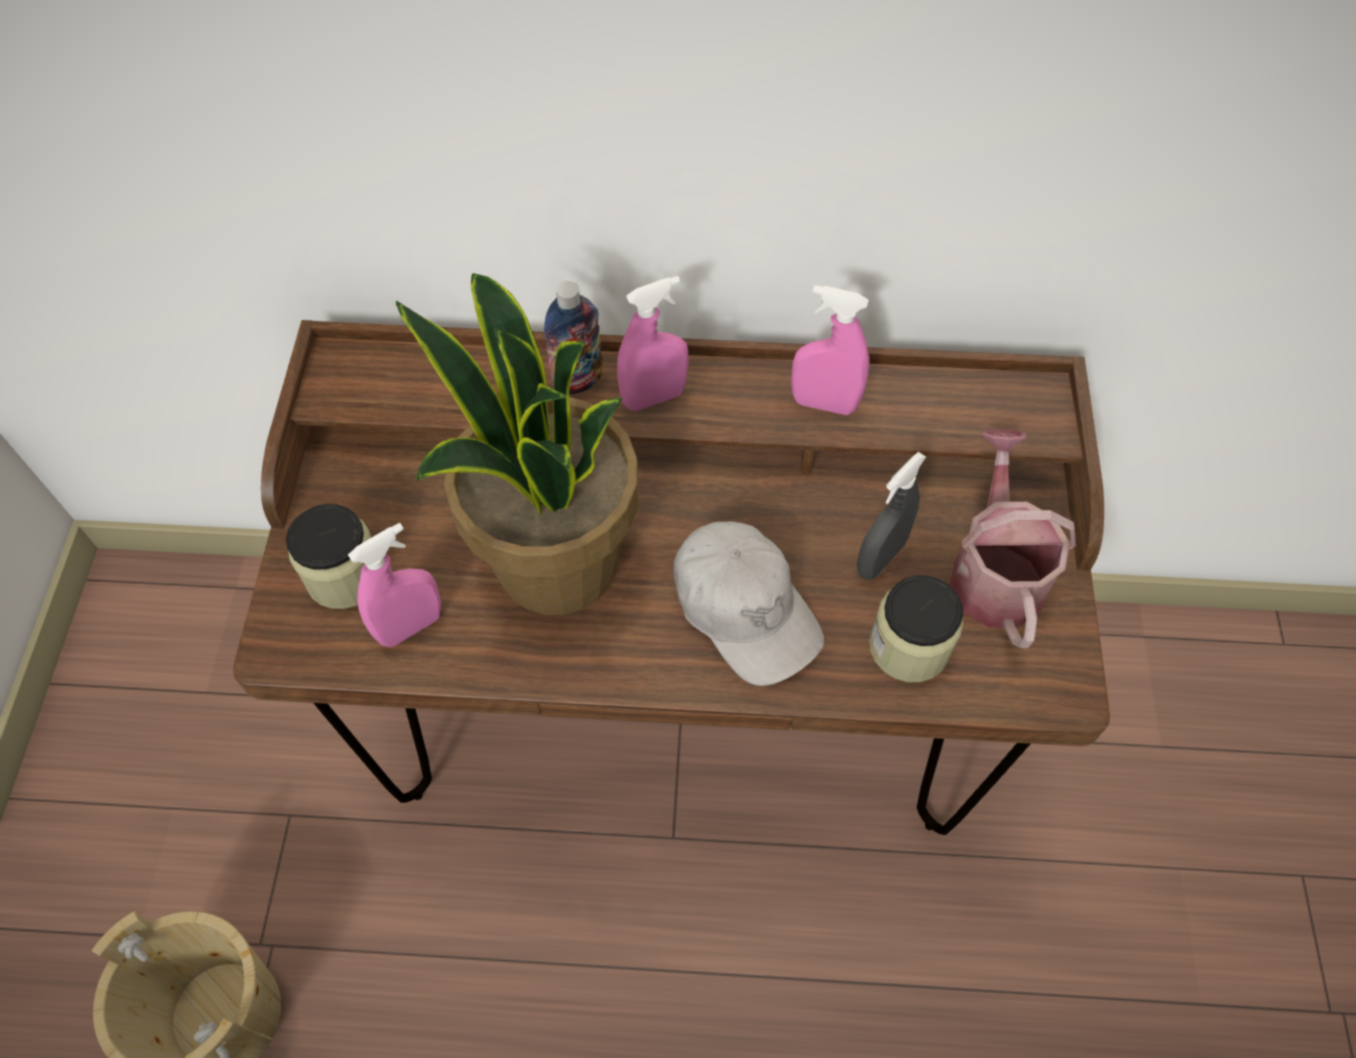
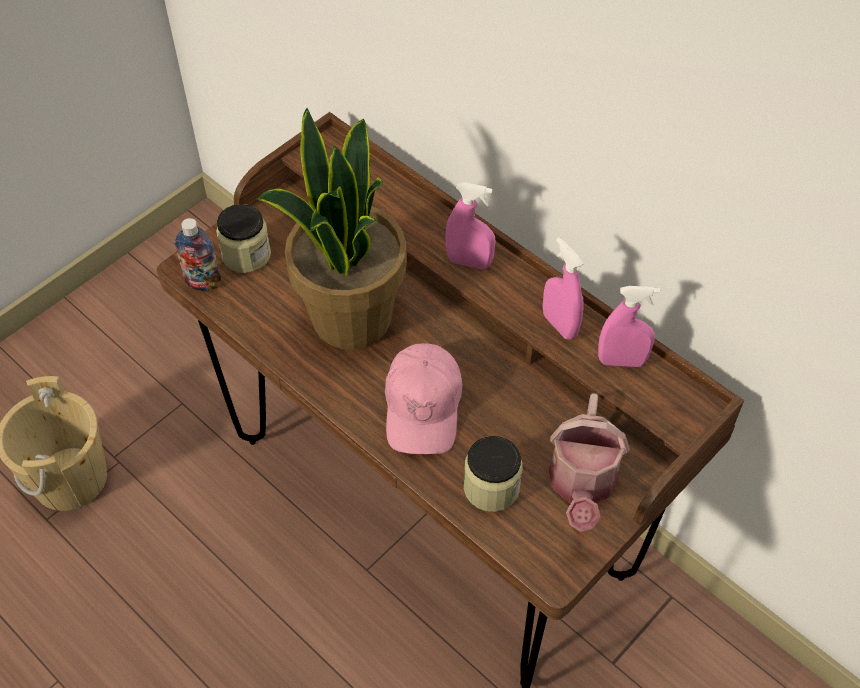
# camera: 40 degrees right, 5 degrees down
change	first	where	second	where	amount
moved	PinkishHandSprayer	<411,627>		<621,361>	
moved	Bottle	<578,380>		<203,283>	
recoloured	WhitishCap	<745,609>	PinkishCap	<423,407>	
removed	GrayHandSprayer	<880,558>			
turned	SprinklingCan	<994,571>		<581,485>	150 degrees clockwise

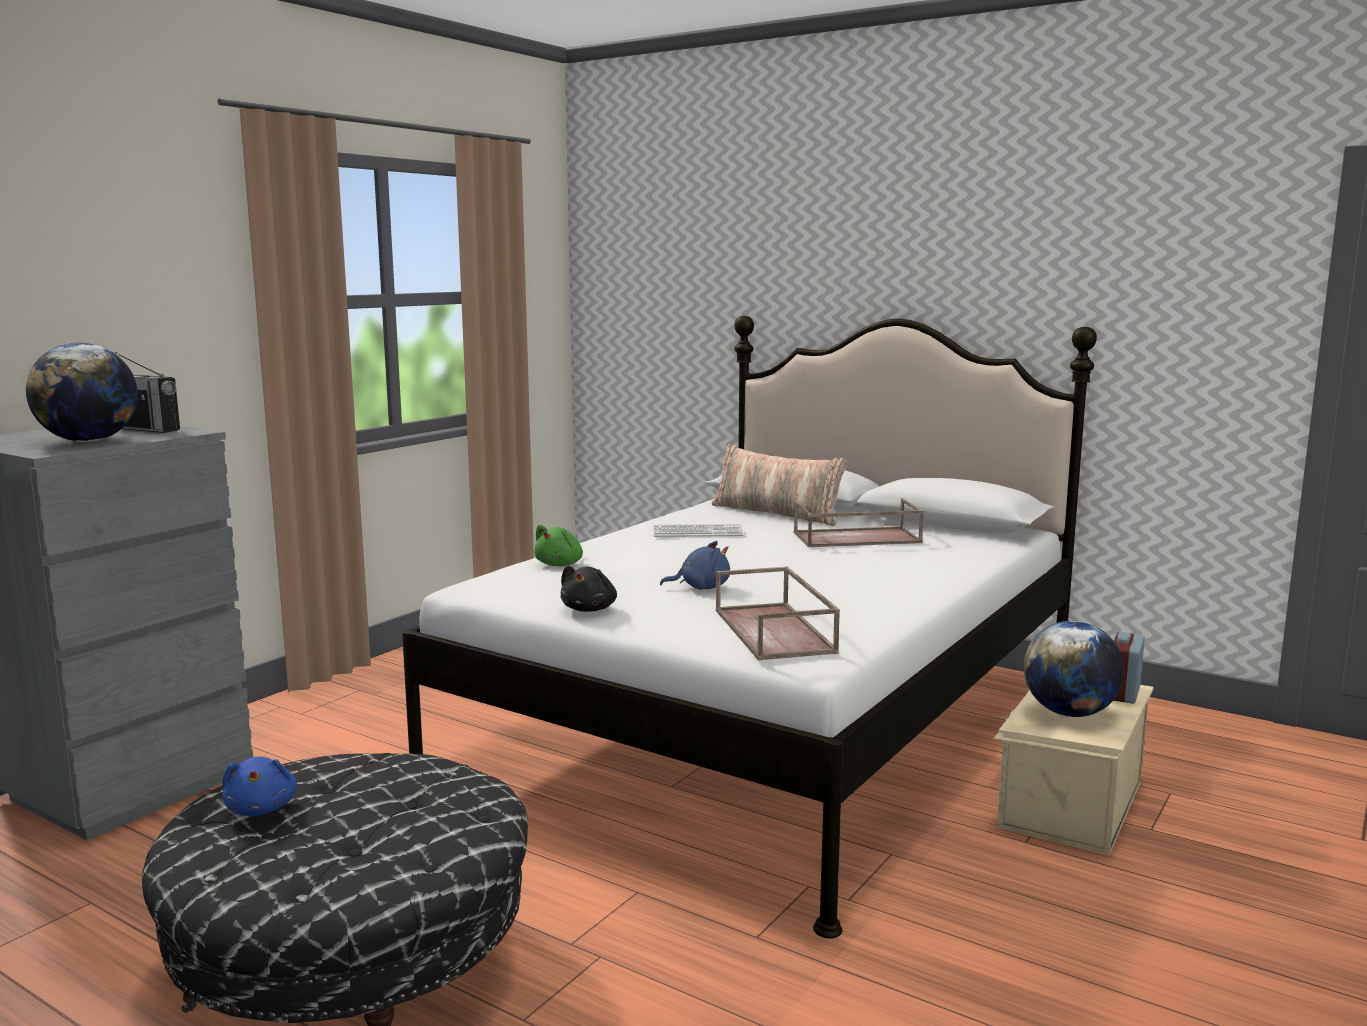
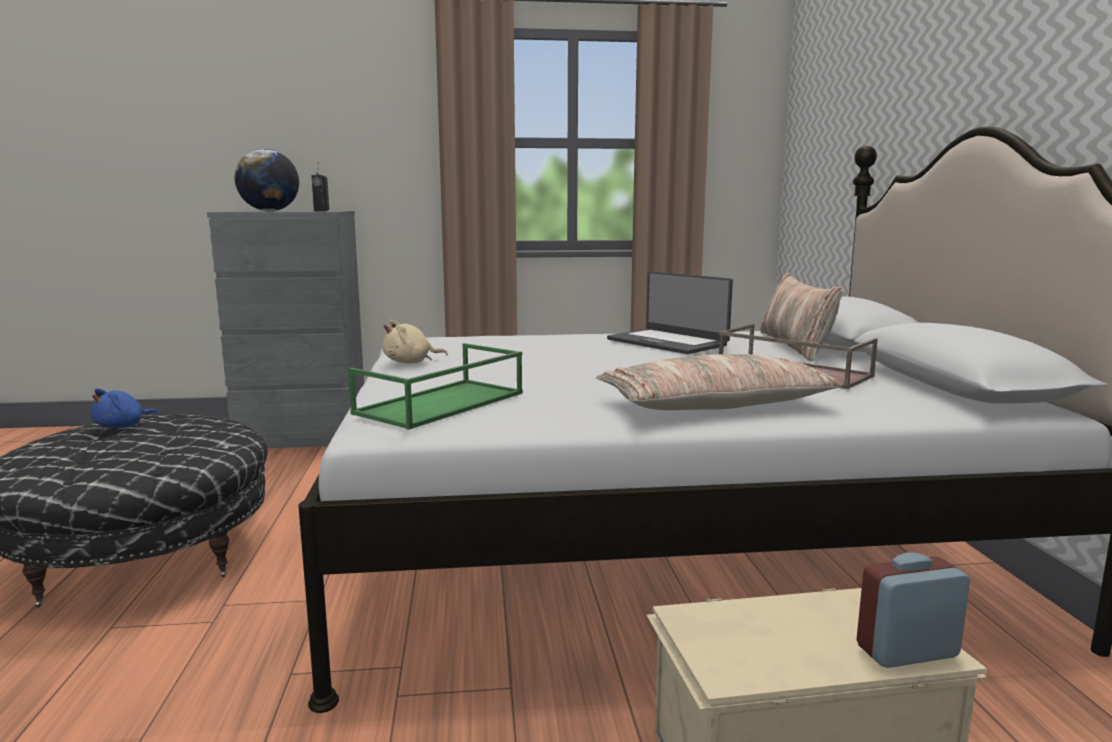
# camera: 50 degrees right, 0 degrees up
change	first	where	second	where	amount
removed	GreenColouredCuddlyToy	<561,564>			
recoloured	BlackishCuddlyToy	<590,609>	SandColouredCuddlyToy	<411,362>	
replaced	PcKeyboard	<697,532>	NotebookComputer	<668,342>	
removed	BlueColouredCuddlyToy	<701,587>			
recoloured	BrownColouredTray	<776,631>	GreenColouredTray	<441,404>	
removed	Globe	<1069,713>			
added			Pillow	<717,406>	

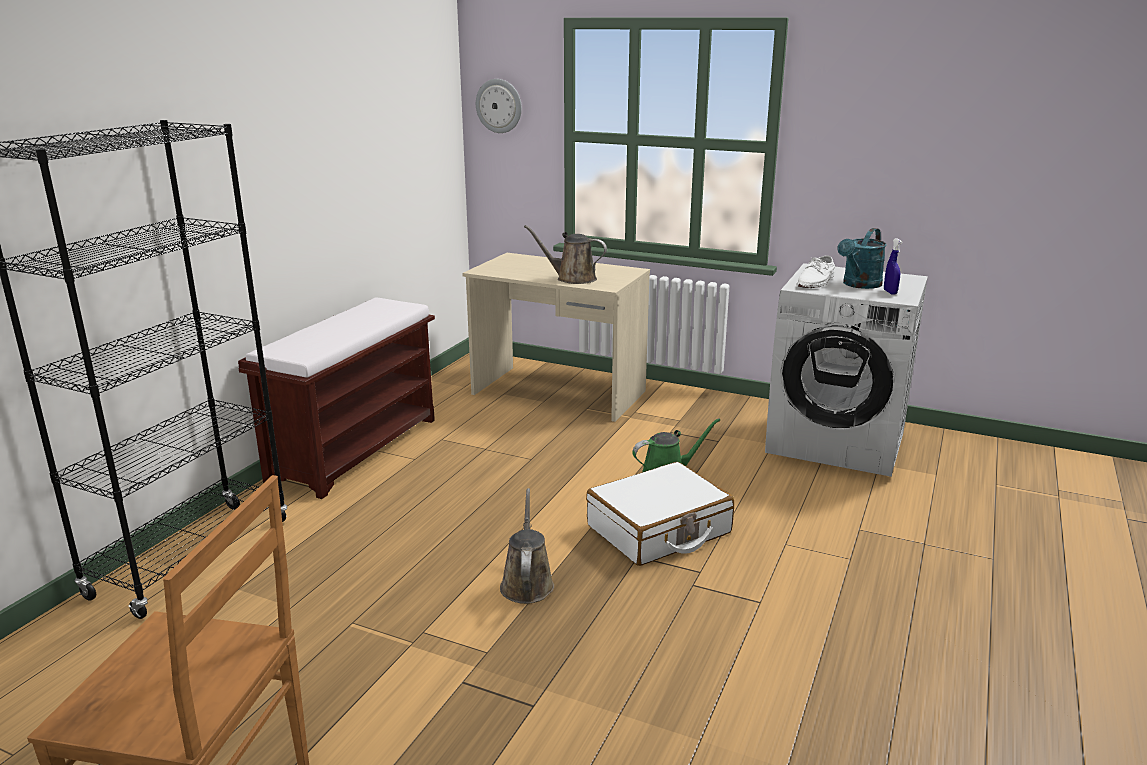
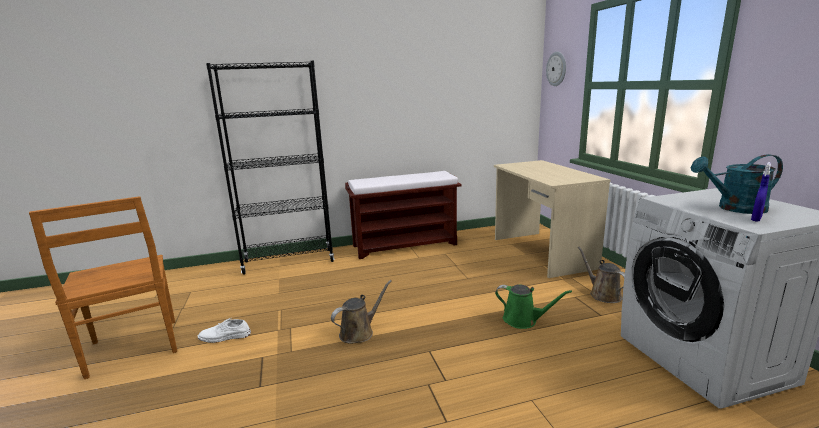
# camera: 50 degrees right, 5 degrees down
change	first	where	second	where	amount
moved	BrownColouredSprinklingCan	<572,278>		<603,294>	
removed	WhitishTravelCase	<659,530>			
moved	WhitishLowShoe	<816,281>		<224,336>	

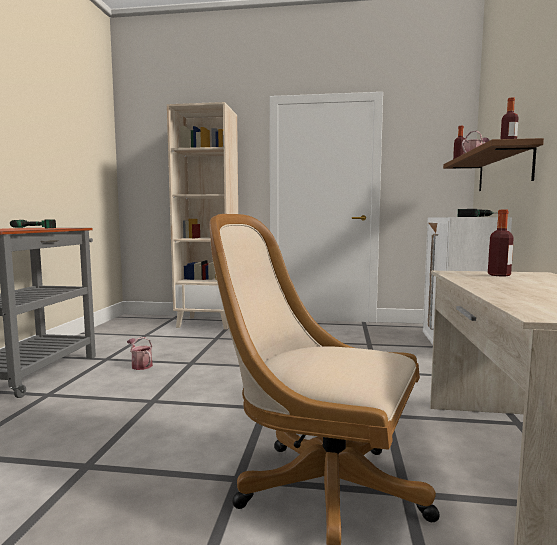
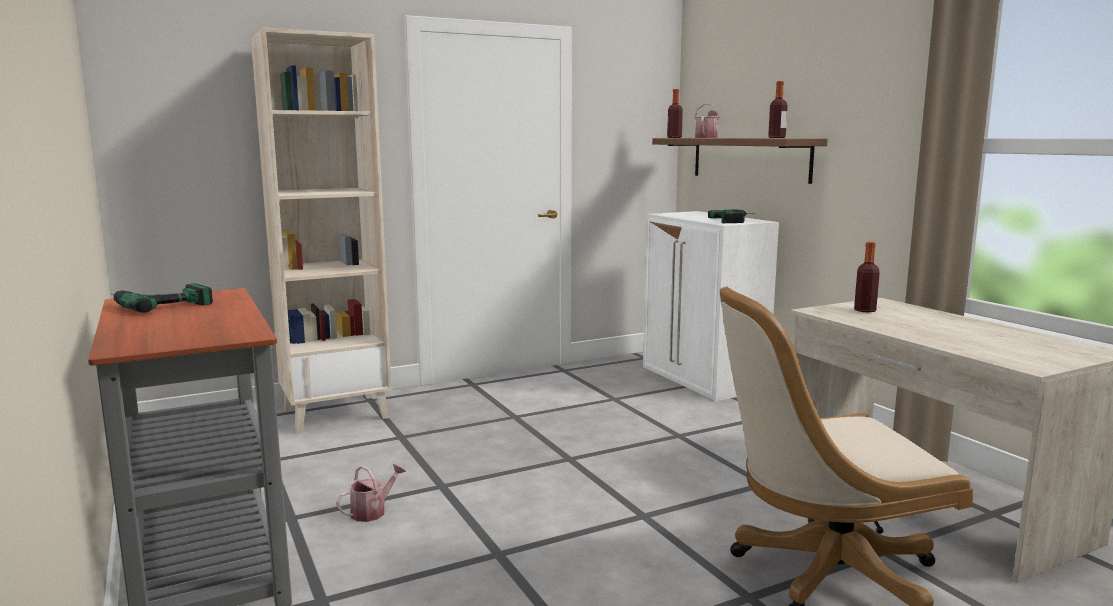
# camera: 35 degrees left, 5 degrees up
change	first	where	second	where	amount
turned	SprinklingCan	<140,365>		<372,511>	120 degrees clockwise

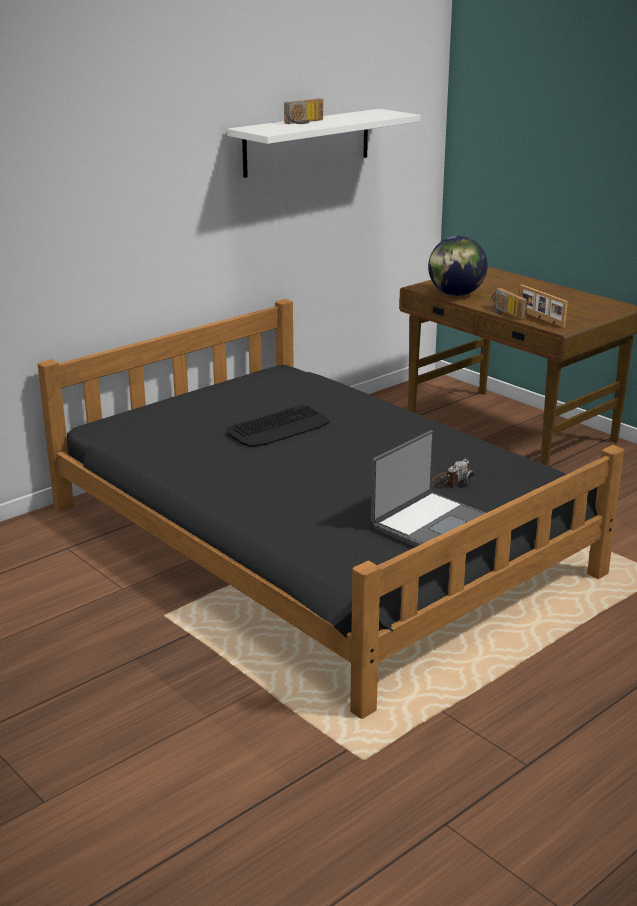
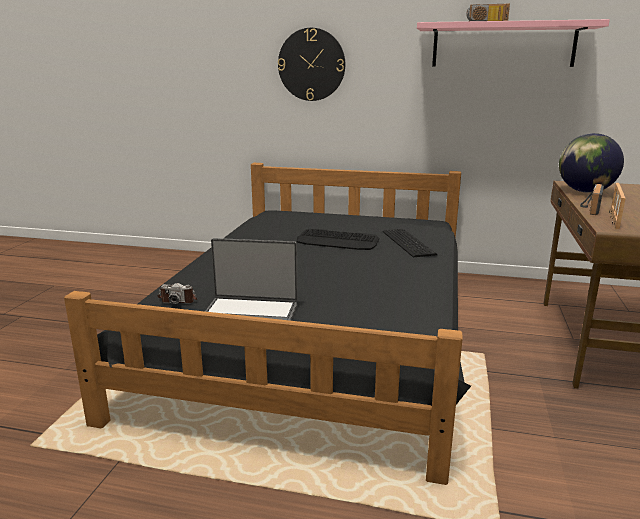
# camera: 55 degrees right, 5 degrees down
change	first	where	second	where	amount
recoloured	WhitishBracketShelf	<307,142>	PinkishBracketShelf	<503,45>	
moved	PhotoCamera	<450,480>		<179,300>	
added			HangingClock	<311,65>	
added			PcKeyboard	<409,242>	

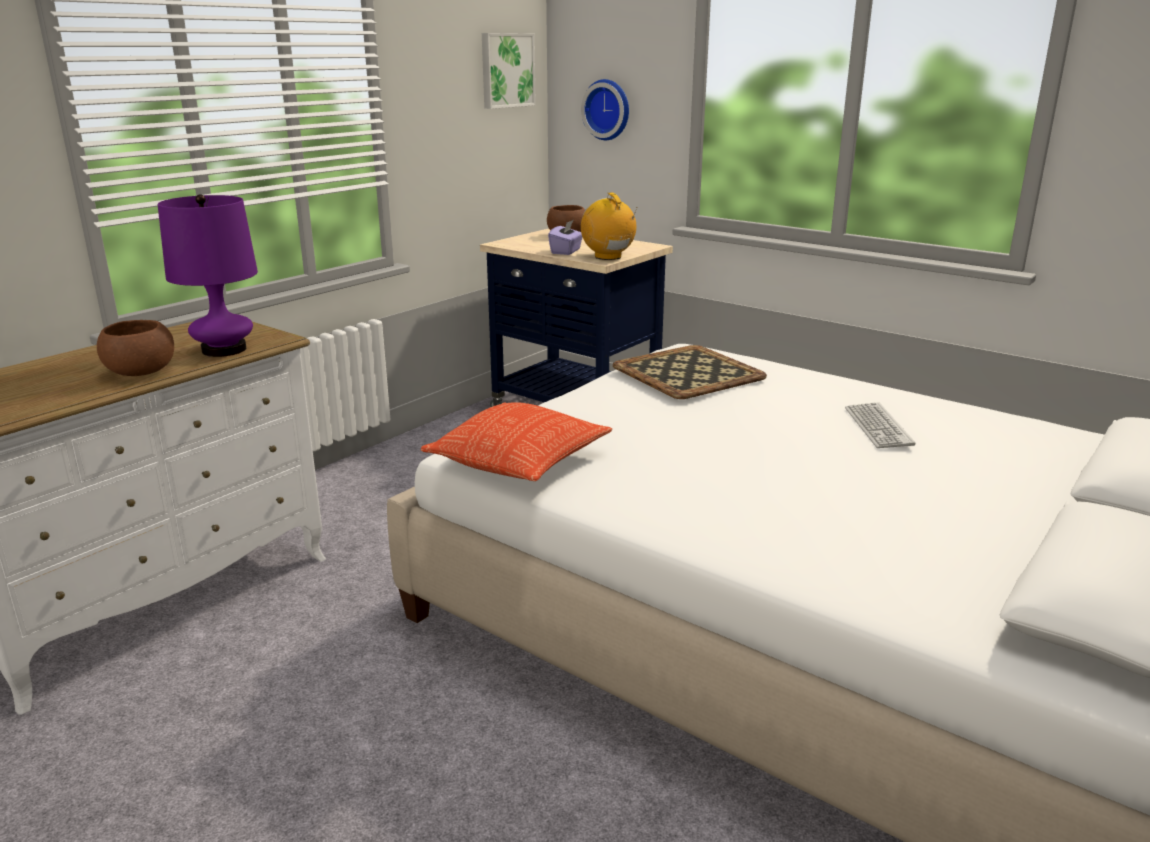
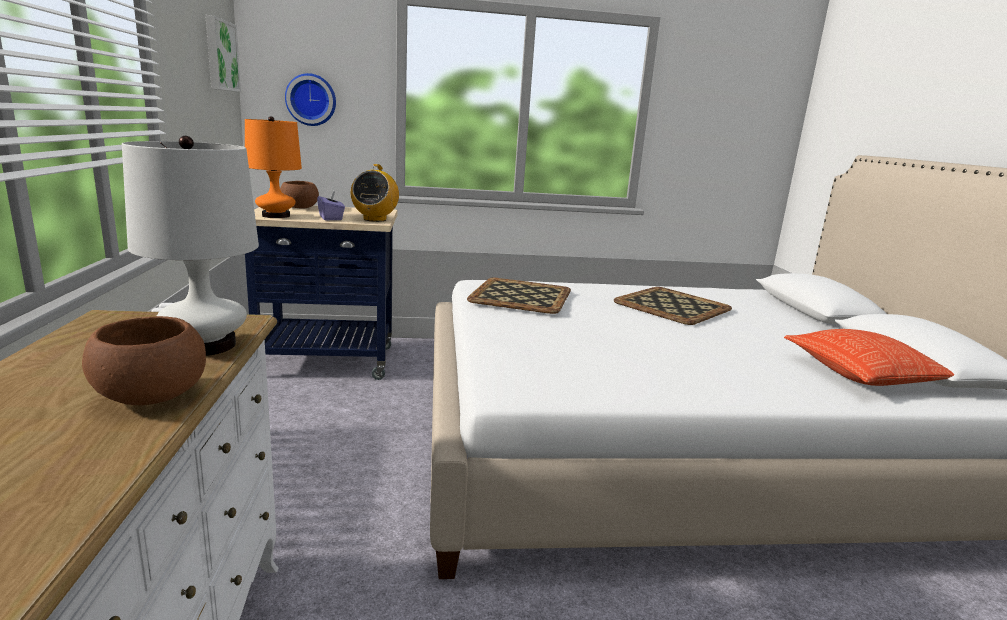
# camera: 45 degrees left, 5 degrees down
change	first	where	second	where	amount
recoloured	PurpleTabletopLamp	<224,350>	WhitishTabletopLamp	<205,345>	
moved	OrangeColouredPillow	<518,462>		<863,374>	
turned	RadioReceiver	<608,257>		<375,219>	105 degrees counterclockwise
replaced	PcKeyboard	<877,427>	Tray	<673,306>	
added			OrangeColouredTabletopLamp	<276,216>	

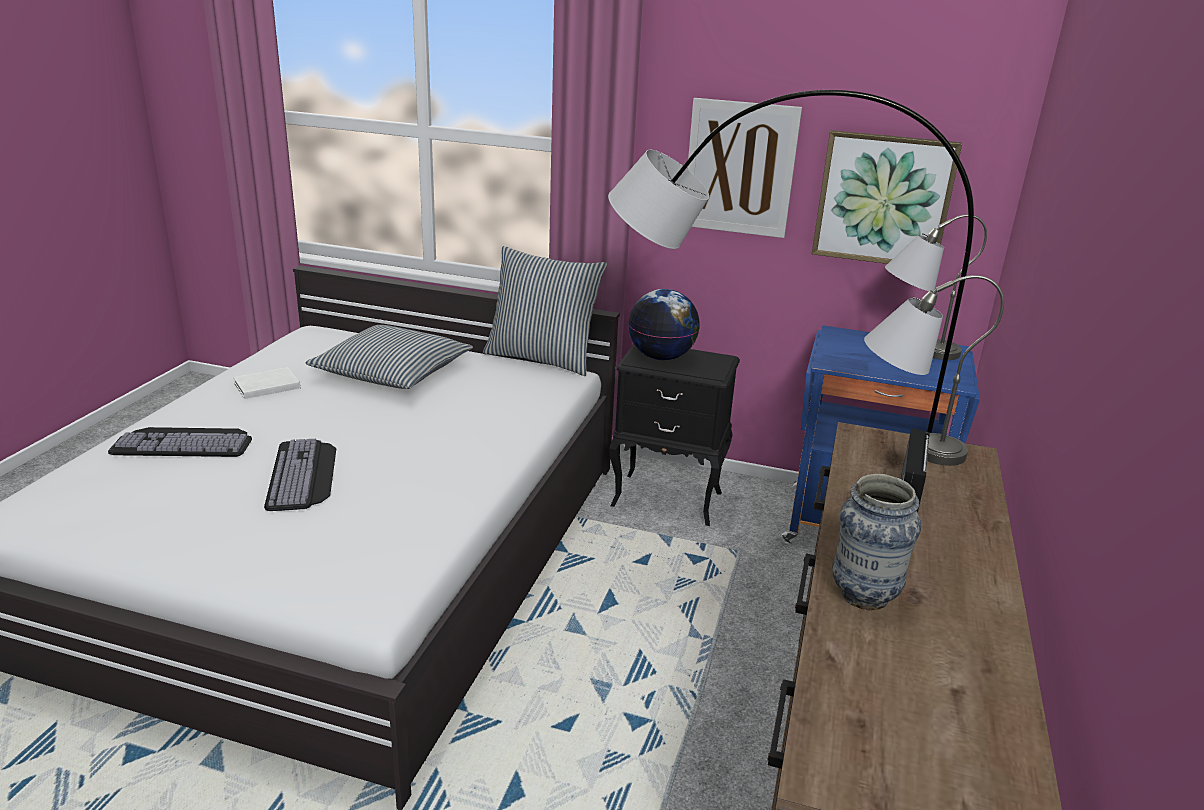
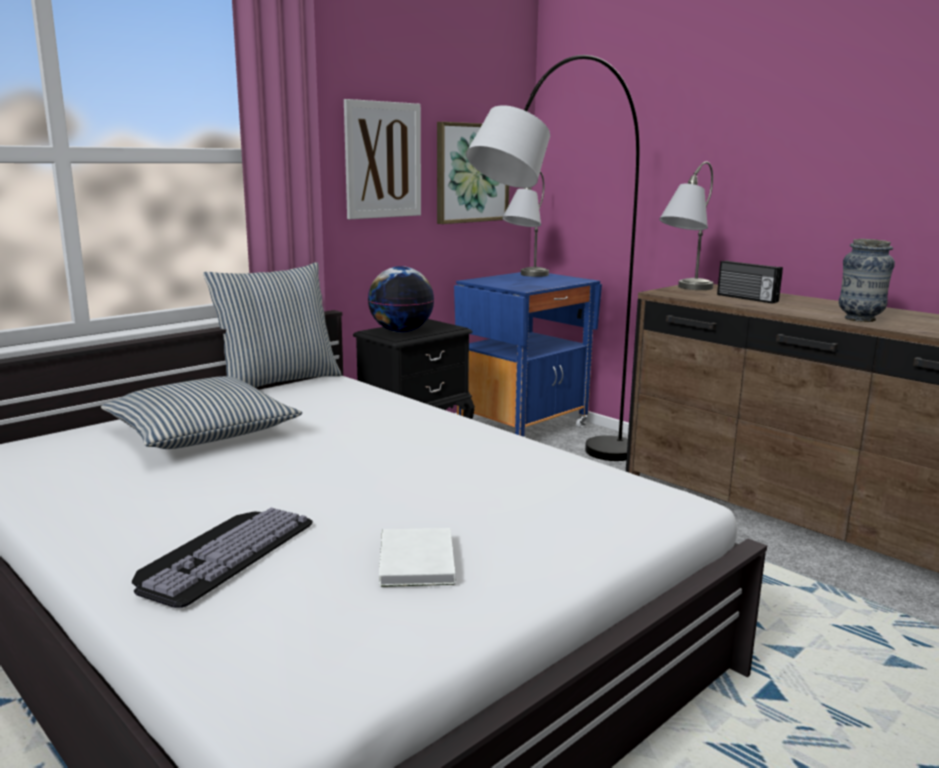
# camera: 60 degrees left, 10 degrees down
change	first	where	second	where	amount
moved	WhitishBook	<265,385>		<415,562>	
removed	PcKeyboard	<304,474>			

